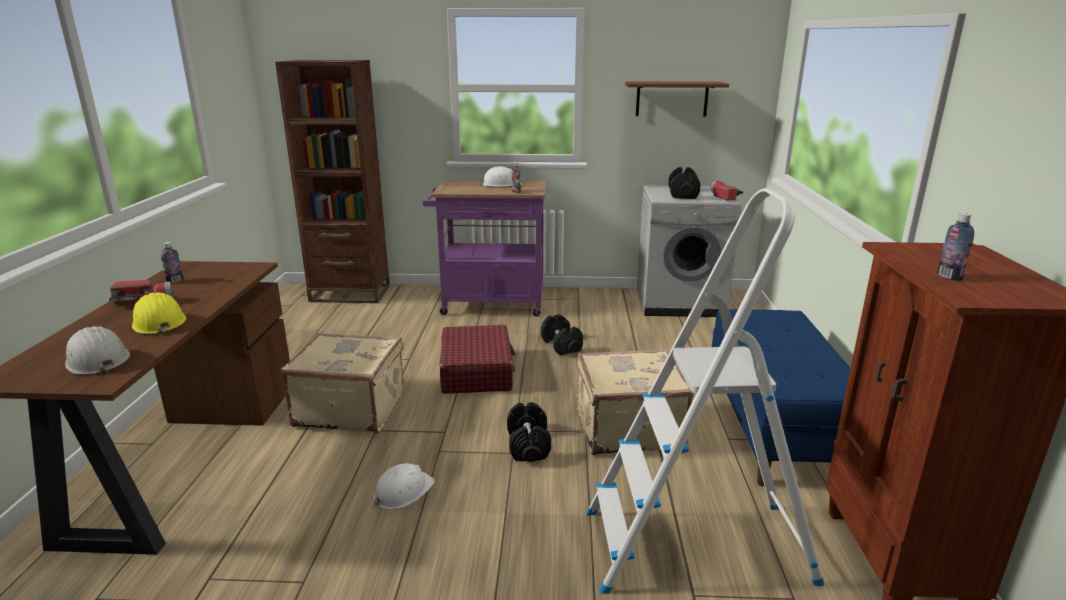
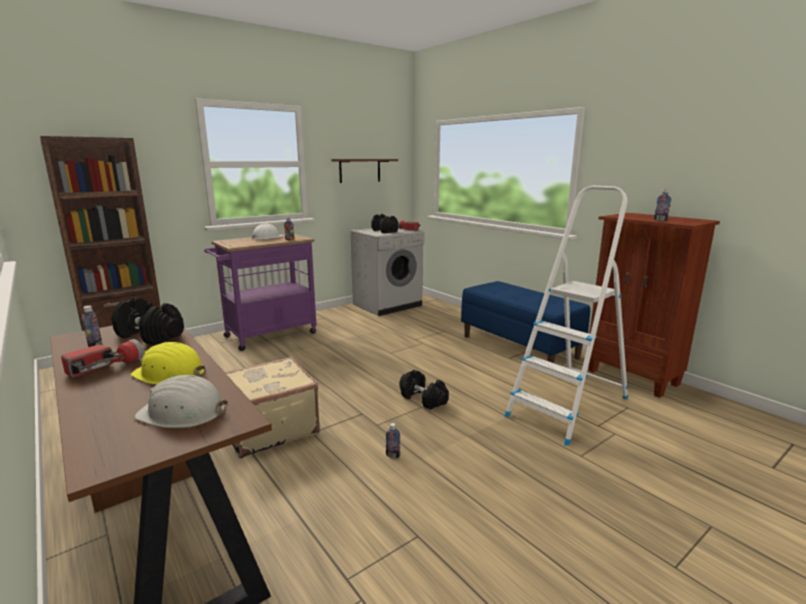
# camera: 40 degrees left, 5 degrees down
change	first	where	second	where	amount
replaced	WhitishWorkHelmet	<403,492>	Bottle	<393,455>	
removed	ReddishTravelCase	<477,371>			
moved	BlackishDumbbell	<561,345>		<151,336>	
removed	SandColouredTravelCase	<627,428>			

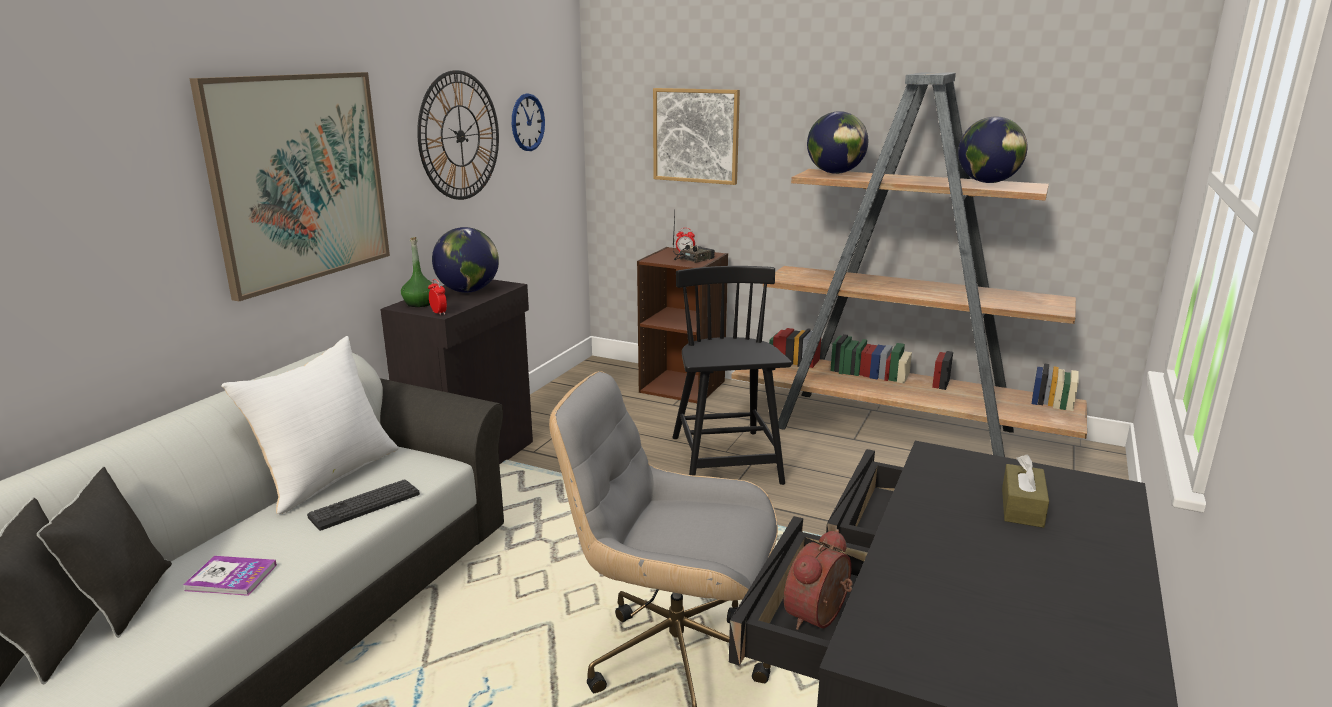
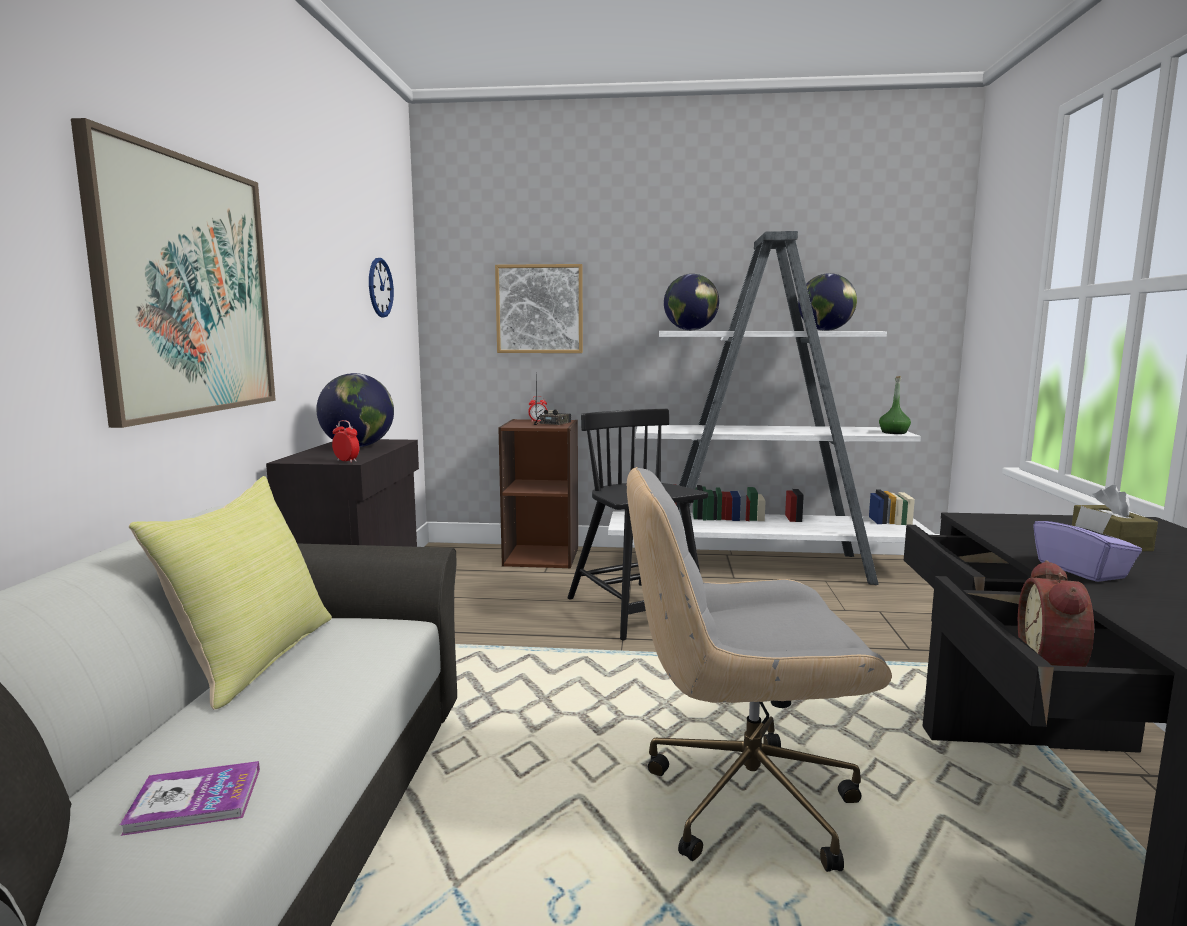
# camera: 20 degrees left, 10 degrees down
change	first	where	second	where	amount
recoloured	WhitishPillow	<327,476>	YellowPillow	<254,658>	
removed	PcKeyboard	<365,505>			
moved	GreenColouredBottle	<420,303>		<893,432>	
removed	HangingClock	<460,136>			
recoloured	BrownColouredBookshelf	<898,430>	WhitishBookshelf	<764,566>	
added			PurpleBoxOfTissues	<1082,570>	

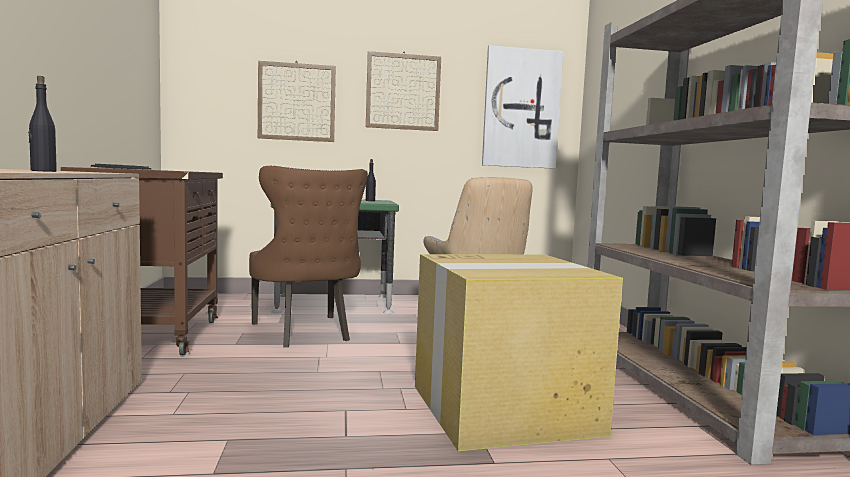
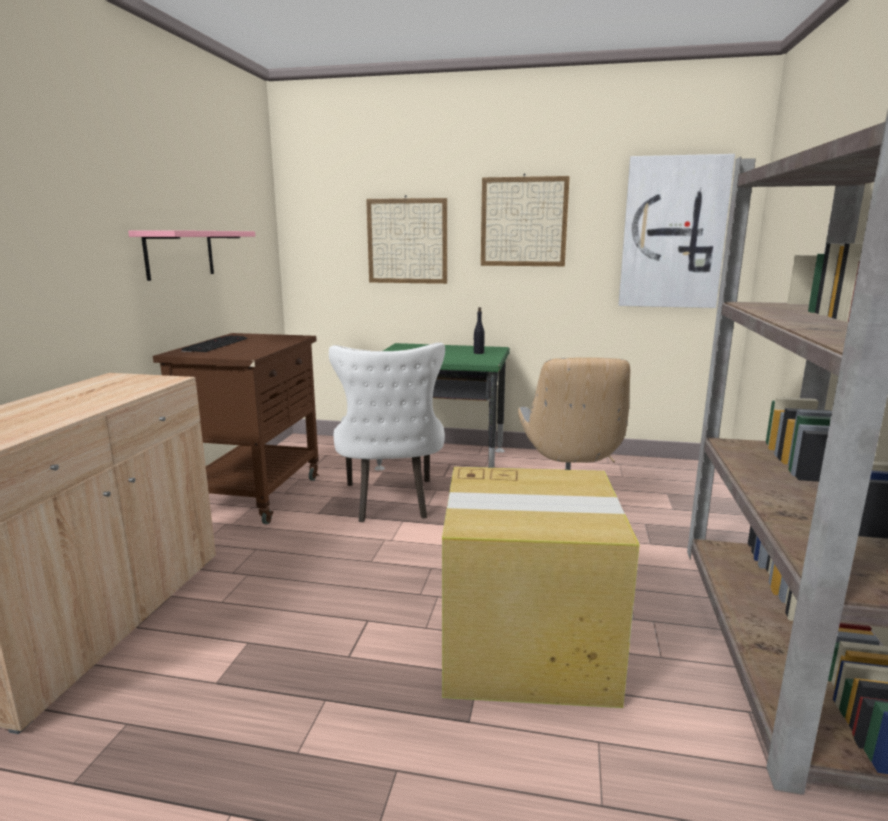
# camera: 20 degrees right, 10 degrees up
change	first	where	second	where	amount
removed	BlackishBottle	<43,171>			
recoloured	BrownColouredUprightChair	<305,332>	WhitishUprightChair	<391,501>	
added			PinkishBracketShelf	<180,254>	

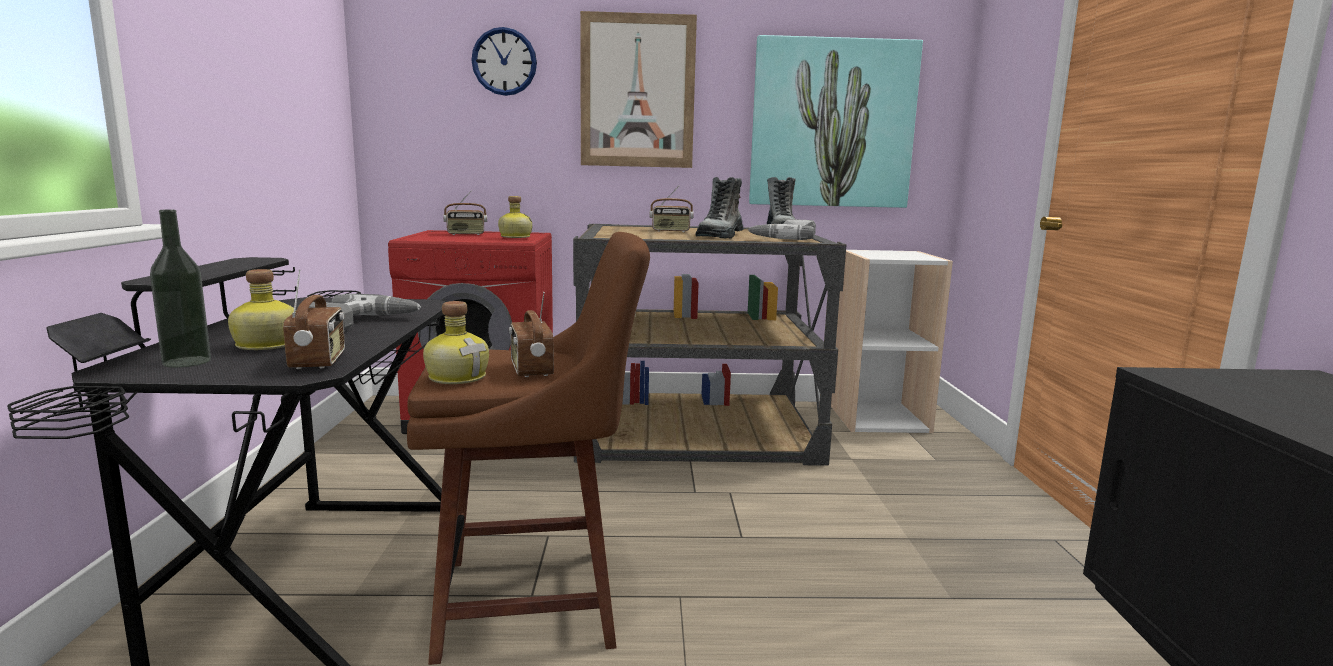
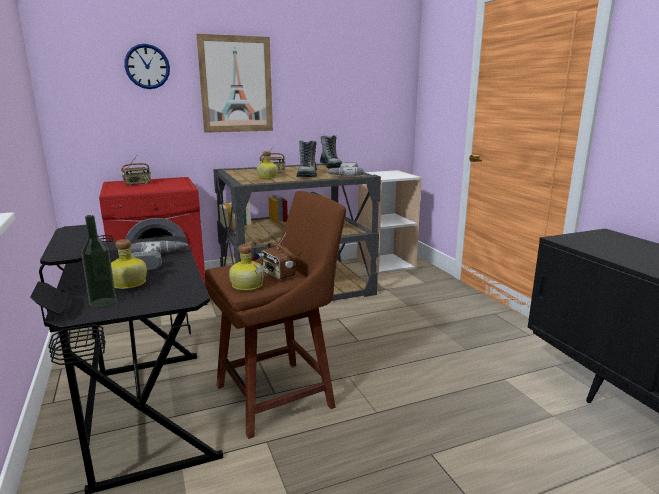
# camera: 20 degrees left, 5 degrees up
change	first	where	second	where	amount
removed	RadioReceiver	<319,361>			
moved	Bottle	<514,237>		<267,177>	
removed	WallArt	<831,124>			

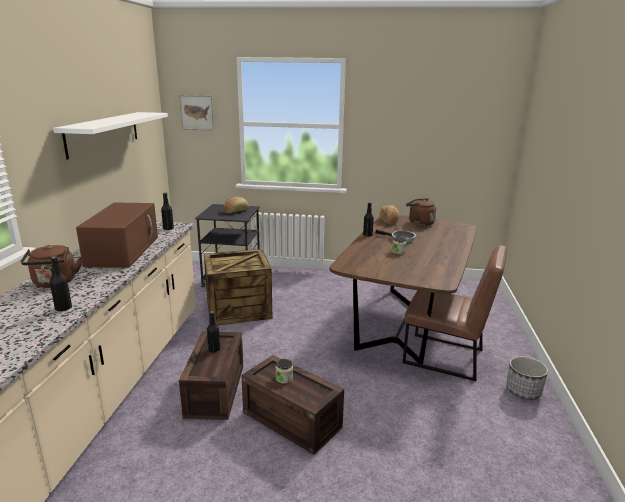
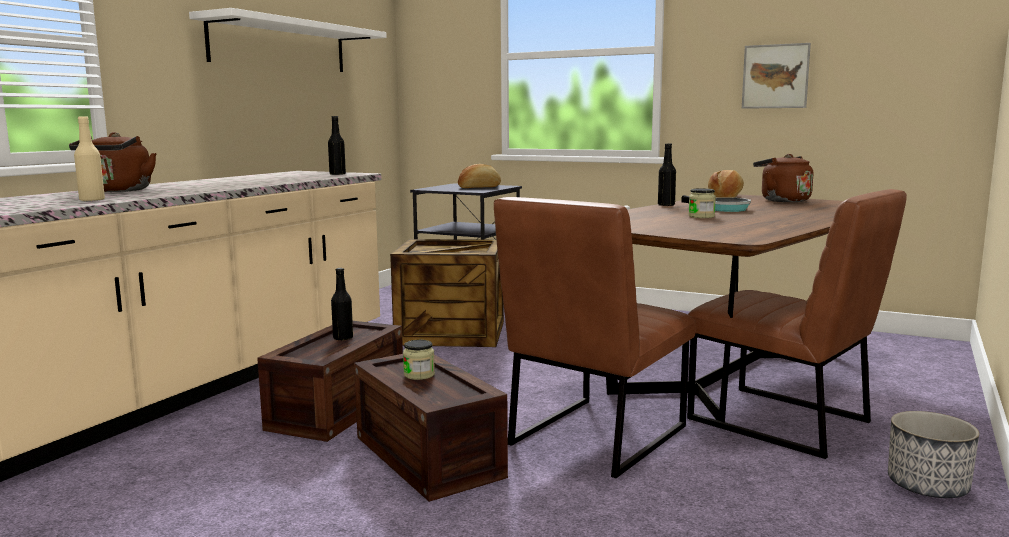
# camera: 20 degrees right, 10 degrees down
change	first	where	second	where	amount
recoloured	BlackishBottle	<63,308>	SandColouredBottle	<92,200>	
removed	BrownColouredMicrowave	<123,250>			
moved	WallArt	<197,112>		<775,76>	
added			BrownColouredUprightChair	<594,436>	

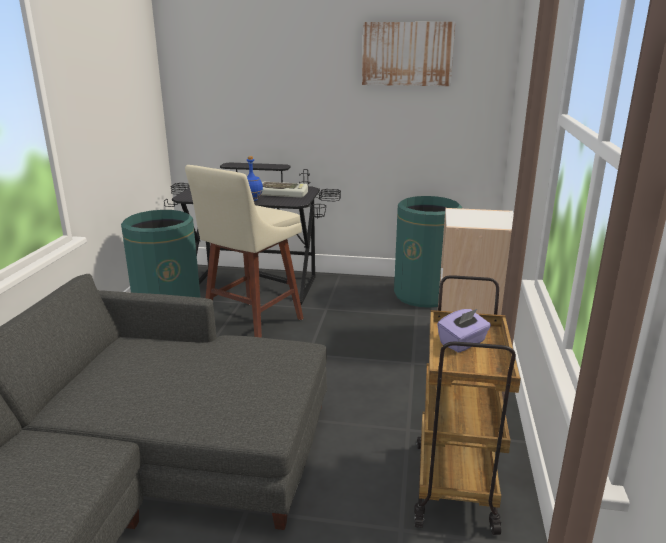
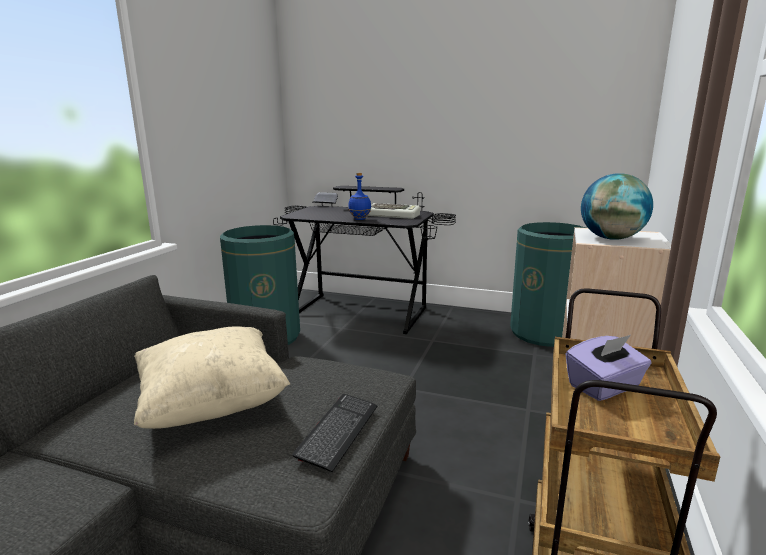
# camera: 10 degrees right, 5 degrees down
change	first	where	second	where	amount
removed	SandColouredSittingStool	<251,325>			
removed	WallArt	<407,54>			
added			SandColouredPillow	<212,405>	
added			PcKeyboard	<338,432>	
added			Globe	<611,238>	

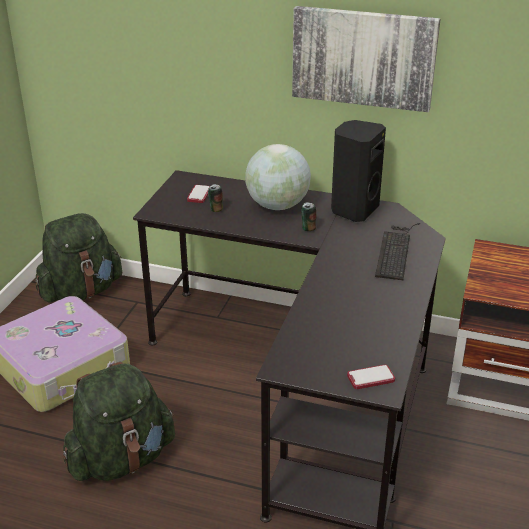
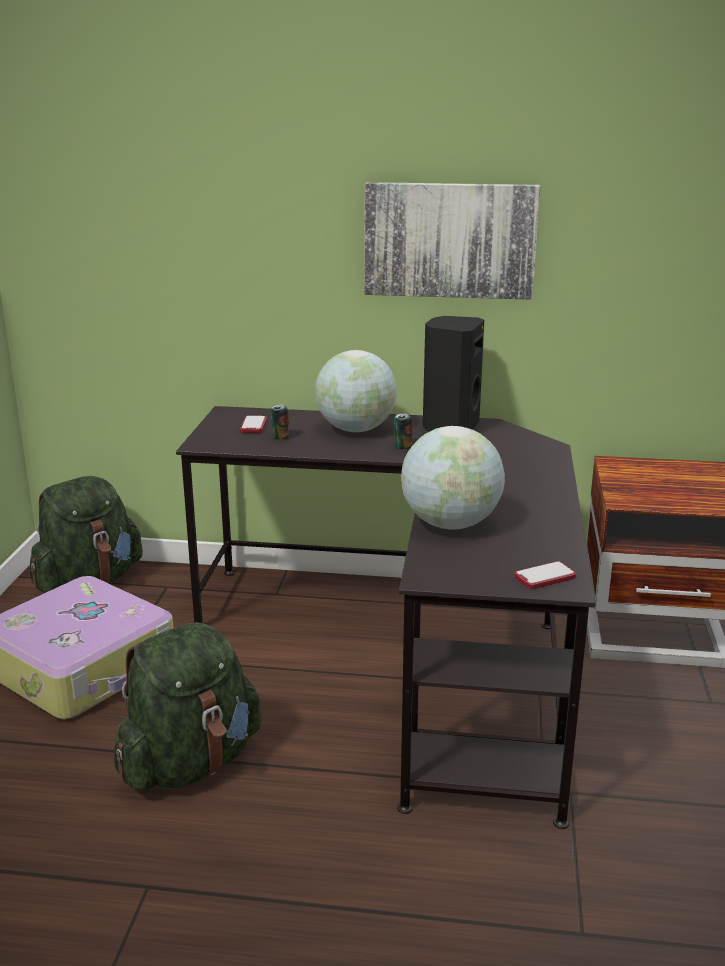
# camera: 10 degrees left, 10 degrees down
change	first	where	second	where	amount
removed	PcKeyboard	<395,250>			
added			Globe	<451,524>	

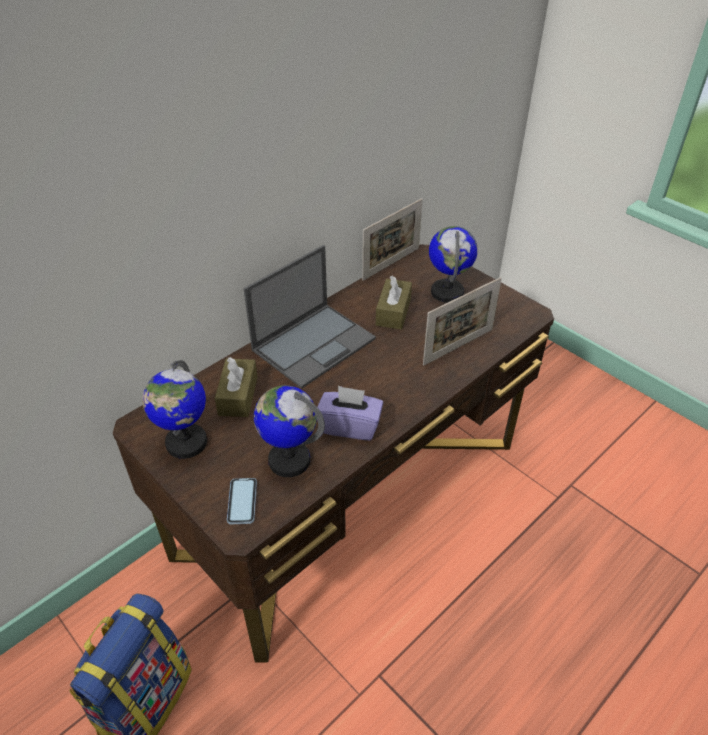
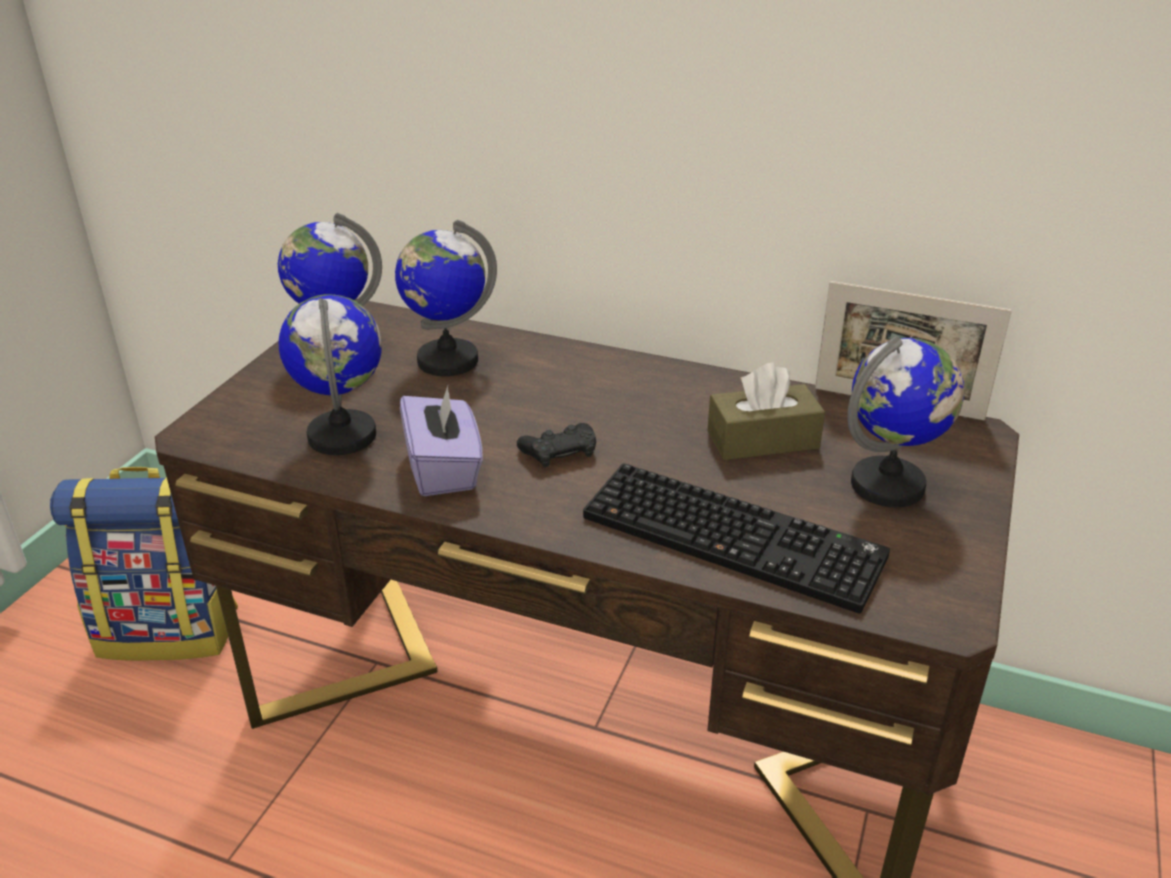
# camera: 65 degrees right, 10 degrees down
change	first	where	second	where	amount
replaced	BrownColouredBoxOfTissues	<238,396>	Globe	<447,360>	
removed	Phone	<242,502>			
removed	NotebookComputer	<314,343>			
replaced	PictureFrame	<458,346>	PcKeyboard	<736,536>	
added			BlackishGamepad	<559,452>	

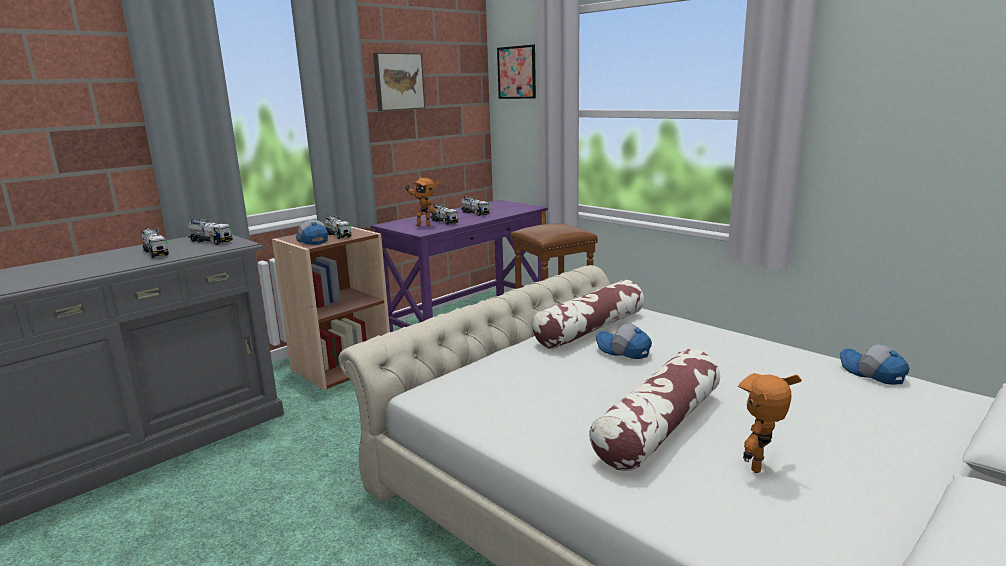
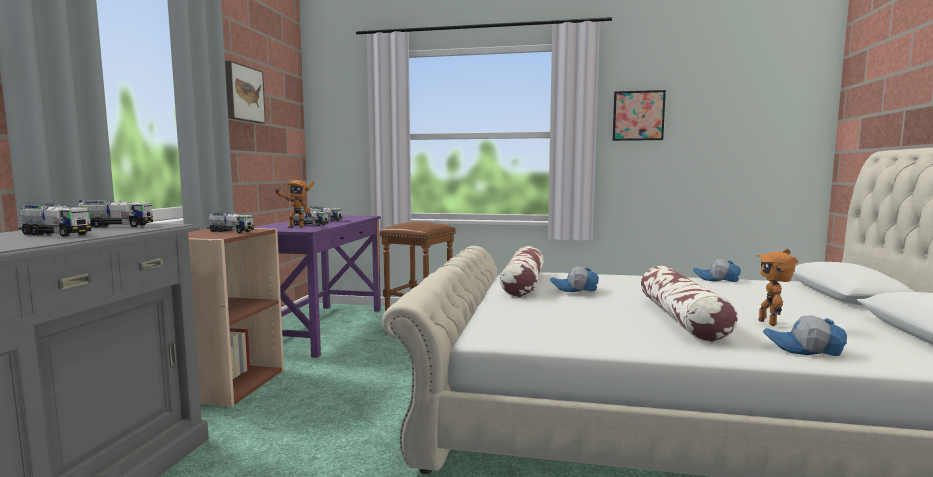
# camera: 35 degrees left, 10 degrees down
change	first	where	second	where	amount
moved	Cap	<311,240>		<803,349>	
moved	WallArt	<517,72>		<638,115>	

